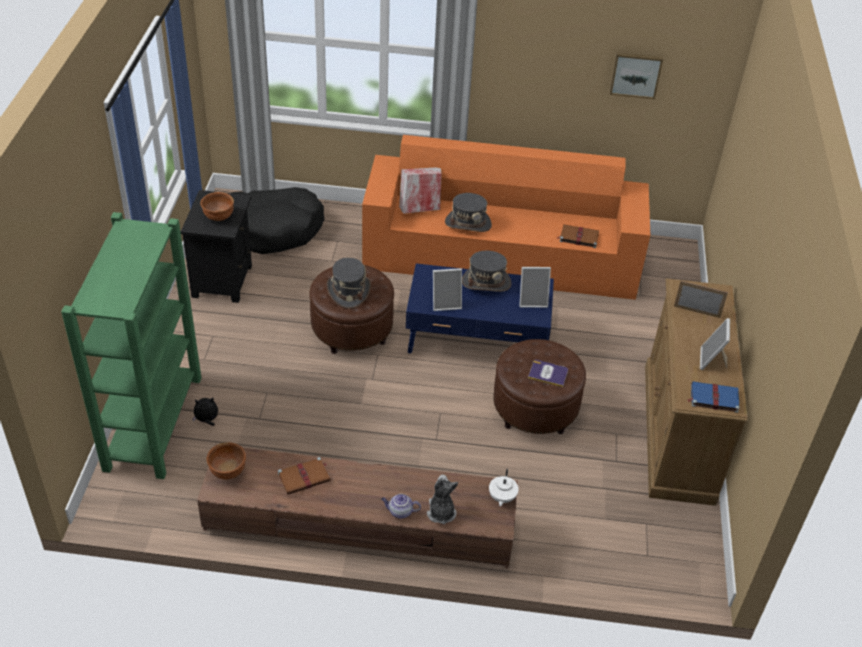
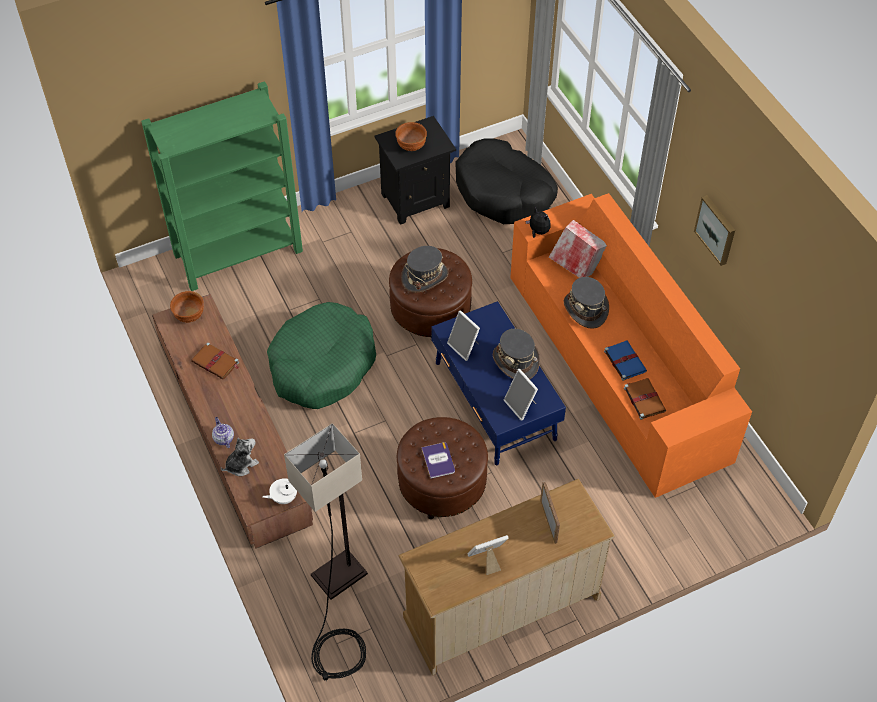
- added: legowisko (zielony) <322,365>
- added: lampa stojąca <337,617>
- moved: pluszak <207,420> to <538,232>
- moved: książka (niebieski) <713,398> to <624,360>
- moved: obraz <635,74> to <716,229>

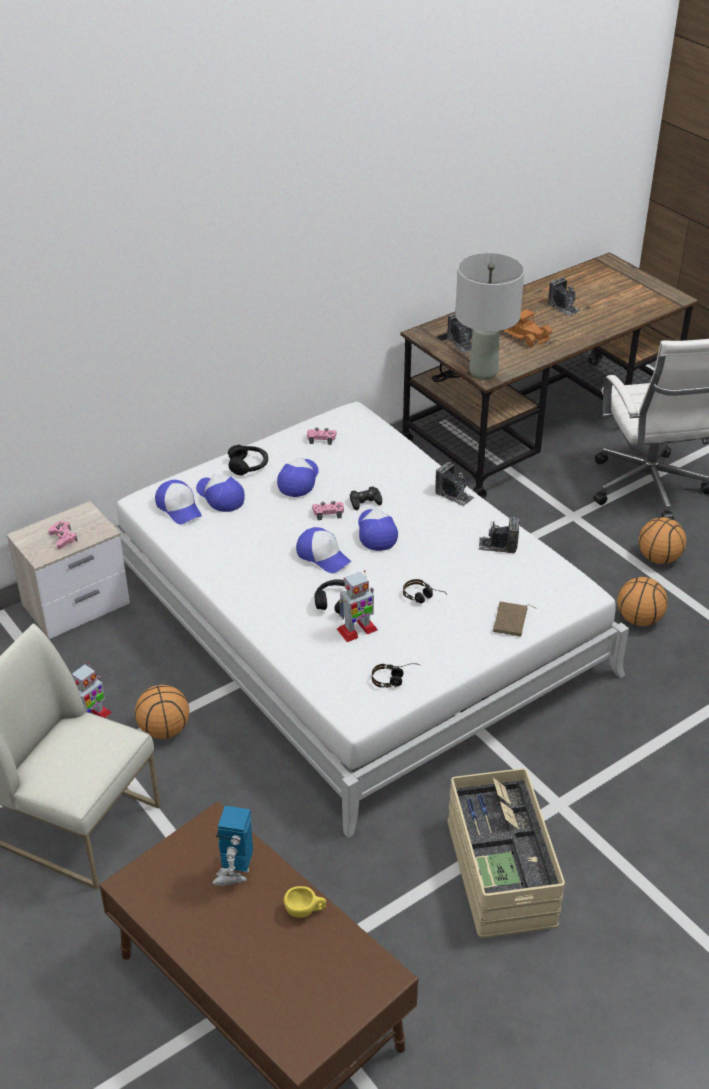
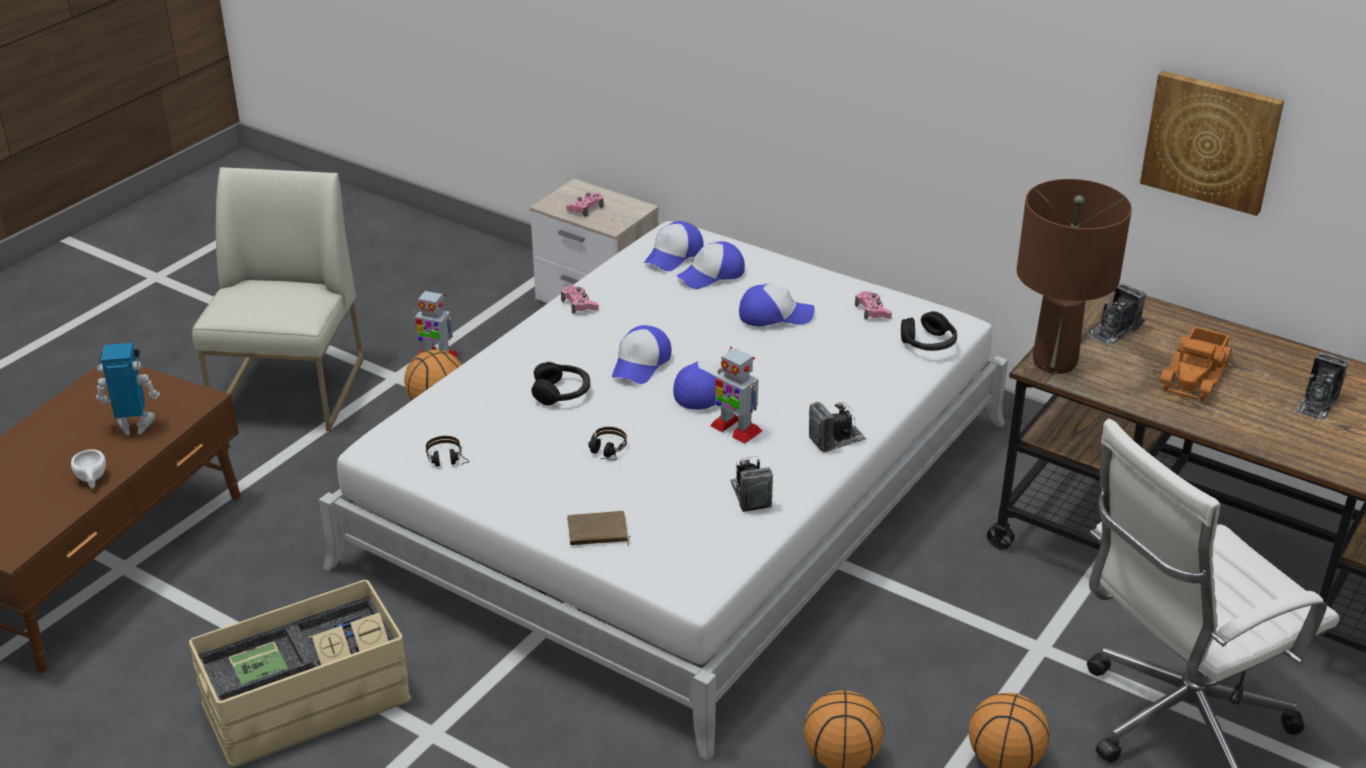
- recoloured: filiżanka (żółty) <305,910> to filiżanka (biały) <92,480>
- moved: pad do gier (różowy) <328,513> to <579,304>
- turned: czapka z daszkiem <220,497> = <711,274> 150 degrees counterclockwise
- moved: robot zabawkowy <357,630> to <735,428>
- turned: aparat fotograficzny <454,495> = <836,439> 135 degrees counterclockwise
- moved: słuchawki (czarny) <248,465> to <928,343>
- recoloured: lampa stołowa (szary) <482,372> to lampa stołowa (brązowy) <1054,361>
- added: obraz <1211,141>
- removed: pad do gier (czarny) <365,501>

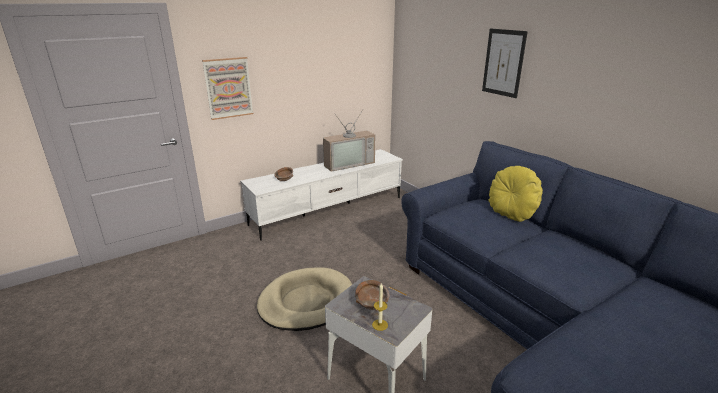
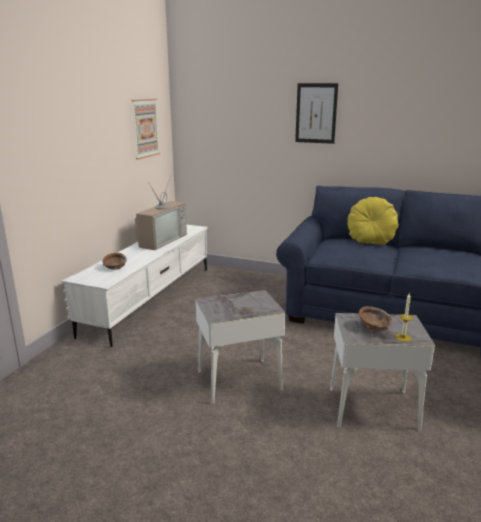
- moved: obraz <228,88> to <145,128>
- replaced: legowisko (beżowy) <306,302> to stolik <237,380>

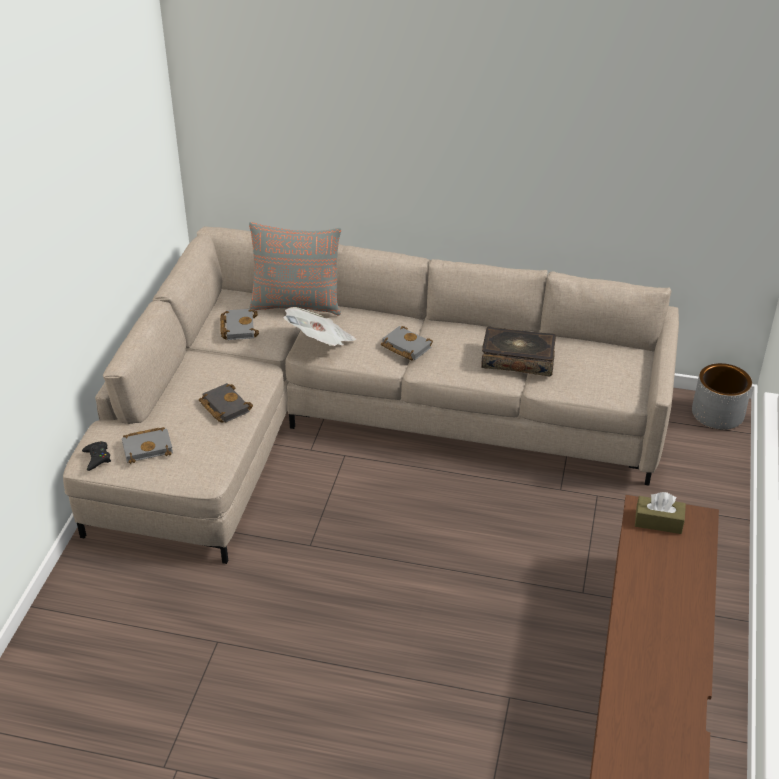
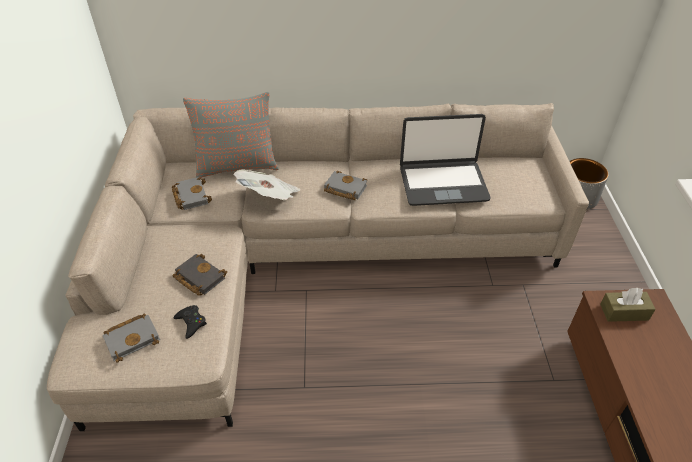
- moved: pad do gier (czarny) <97,458> to <191,323>
- replaced: książka <518,359> to laptop <443,183>

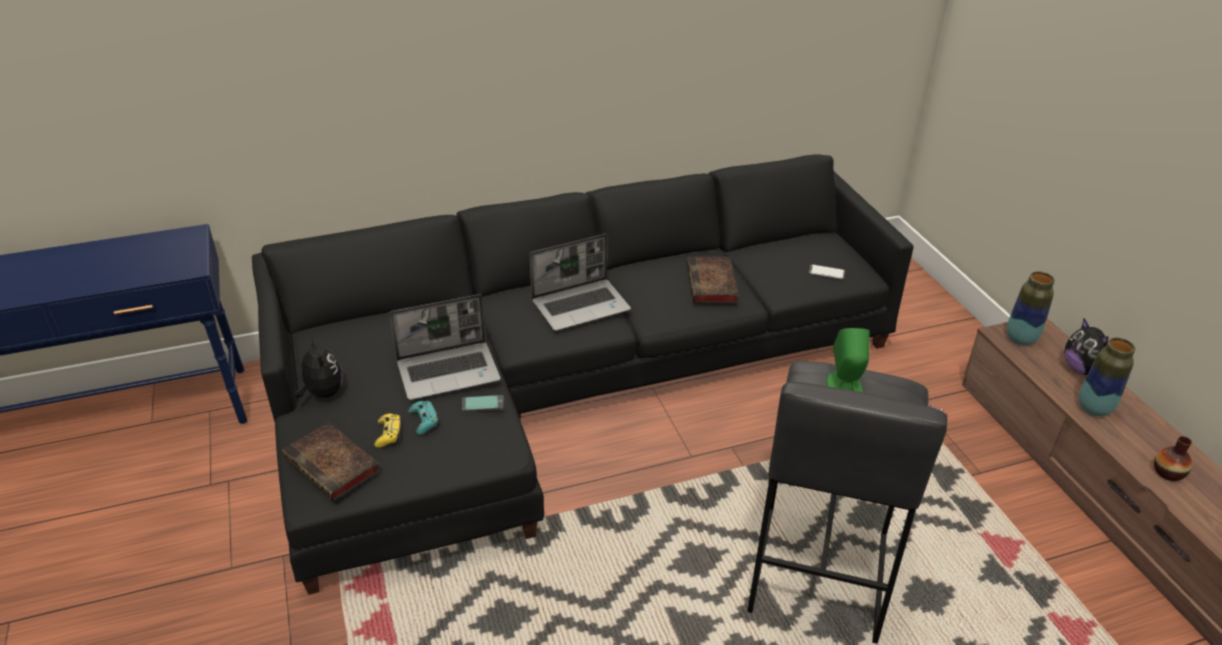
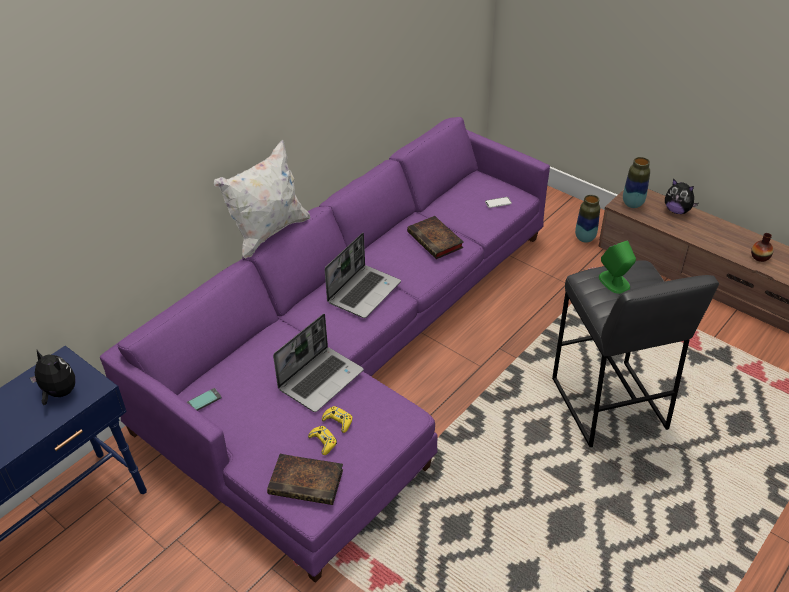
- moved: pluszak <322,393> to <58,393>
- recoloured: kanapa (czarny) <562,381> to kanapa (fioletowy) <354,353>
- moved: telefon <482,404> to <204,400>
- added: poduszka (biały) <268,233>
- recoloured: pad do gier (turkusowy) <424,420> to pad do gier (żółty) <338,421>
- moved: wazon <1094,408> to <585,238>

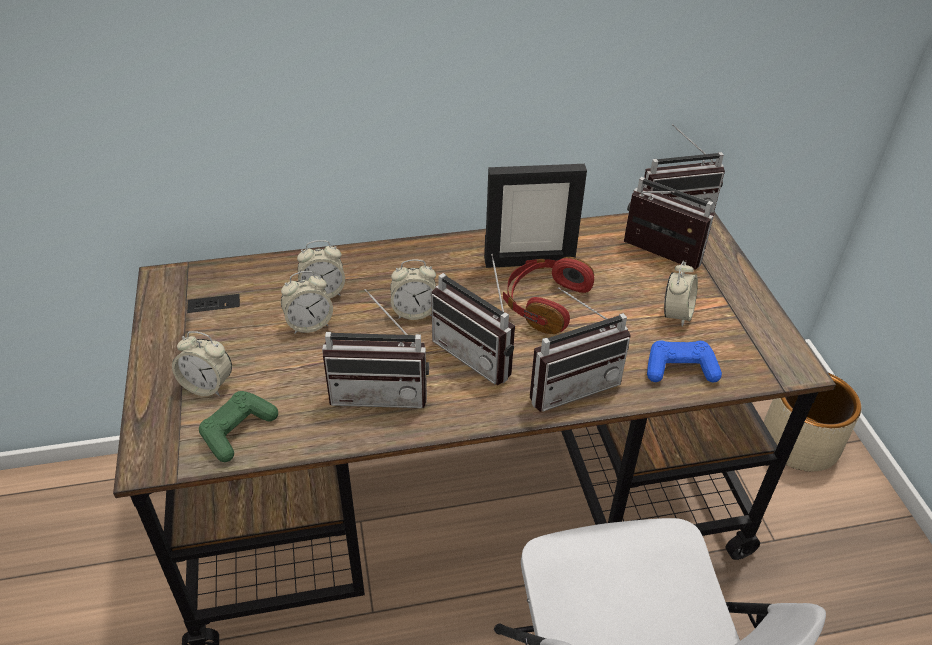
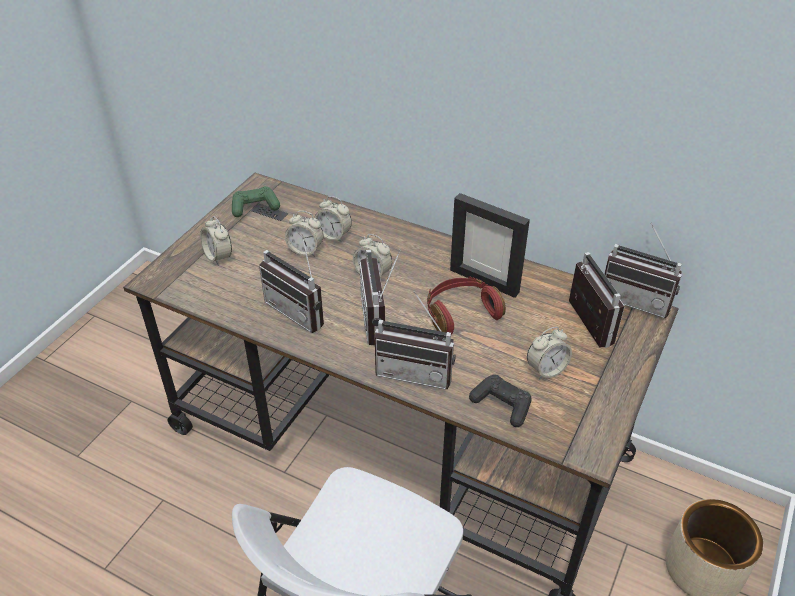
- moved: pad do gier (zielony) <238,431> to <255,207>
- recoloured: pad do gier (niebieski) <680,369> to pad do gier (czarny) <501,405>

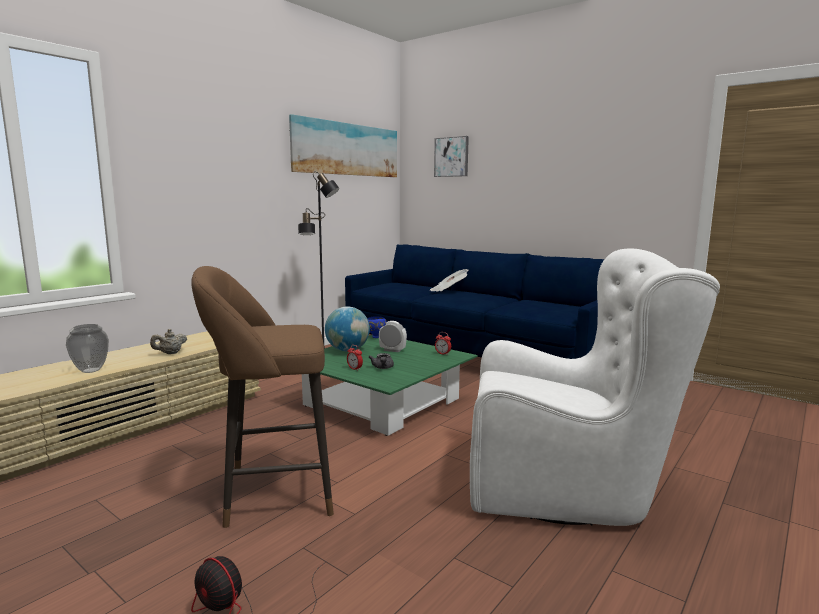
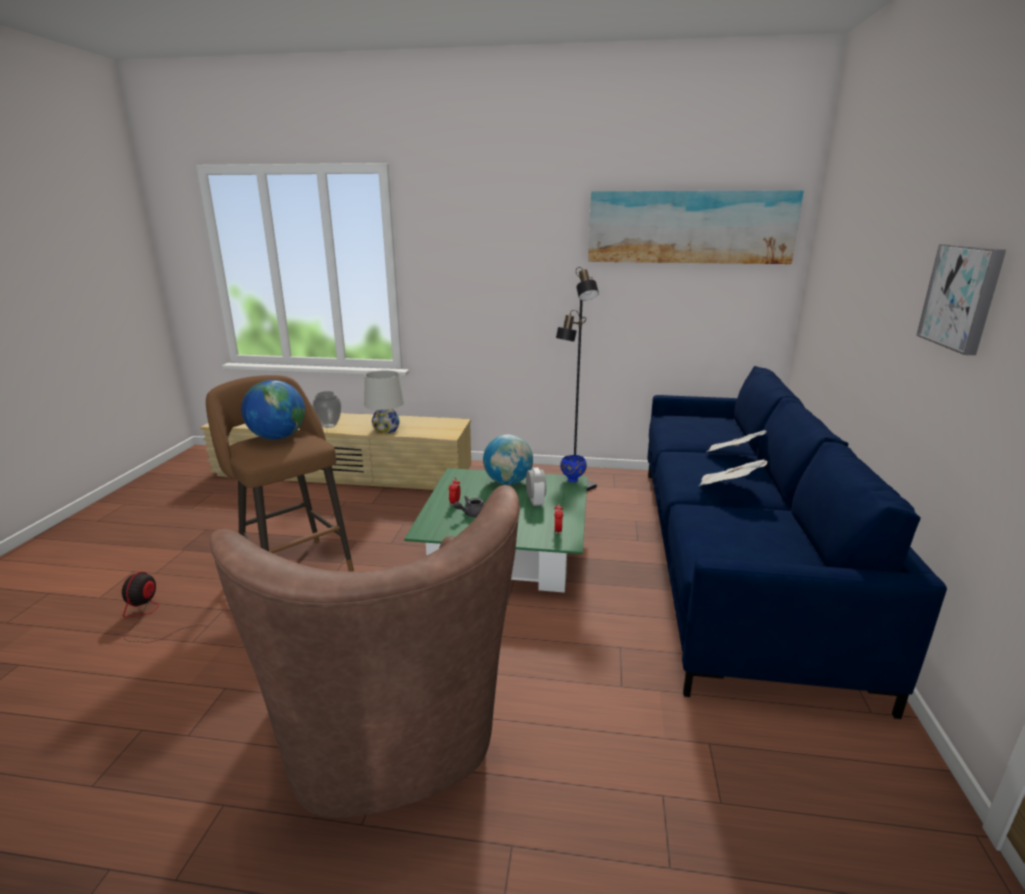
- recoloured: fotel (biały) <572,486> to fotel (brązowy) <389,740>
- added: globus <278,437>
- replaced: imbryk (beżowy) <170,353> to lampa stołowa (biały) <386,430>
- added: gazeta <728,488>
- moved: obraz <452,157> to <962,297>

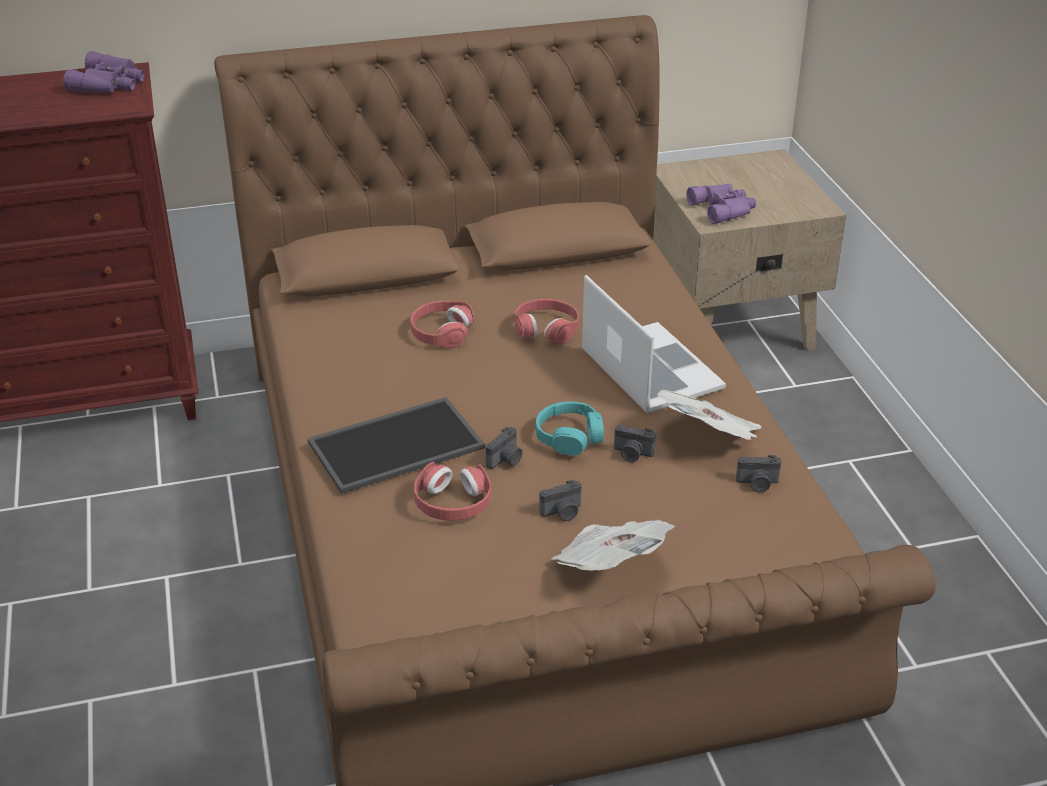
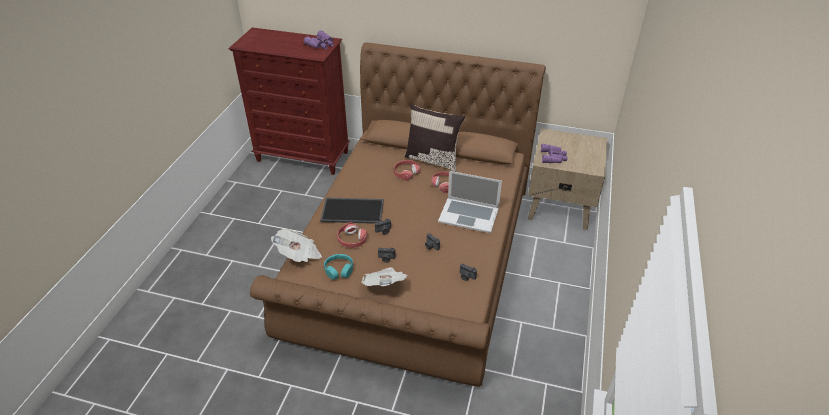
- moved: gazeta <710,438> to <299,255>
- moved: słuchawki (turkusowy) <569,437> to <339,270>
- added: poduszka <433,160>
- turned: laptop <650,368> = <469,215> 105 degrees clockwise

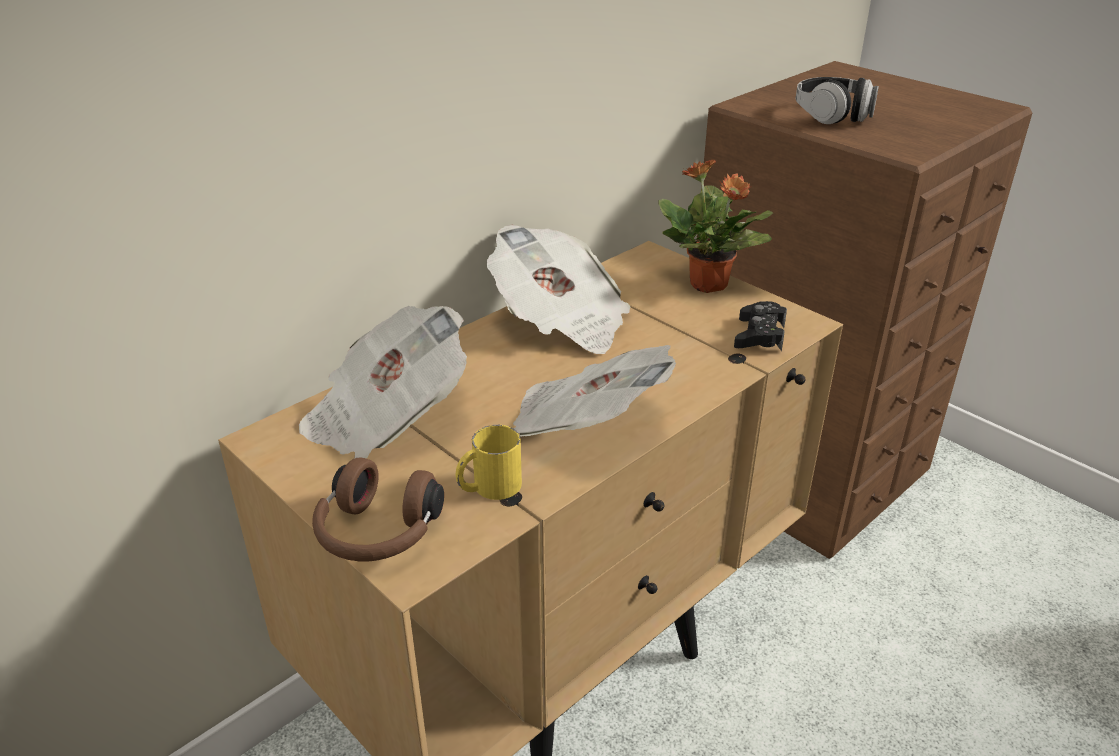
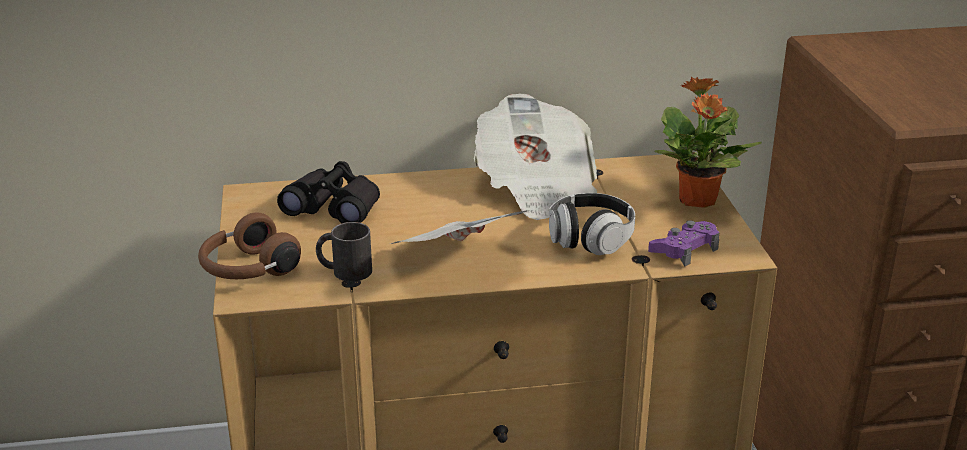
- replaced: gazeta <386,417> to lornetka (czarny) <334,207>
- recoloured: kubek (żółty) <488,487> to kubek (czarny) <344,271>
- moved: słuchawki <833,116> to <590,239>
- recoloured: pad do gier (czarny) <759,335> to pad do gier (fioletowy) <684,249>

